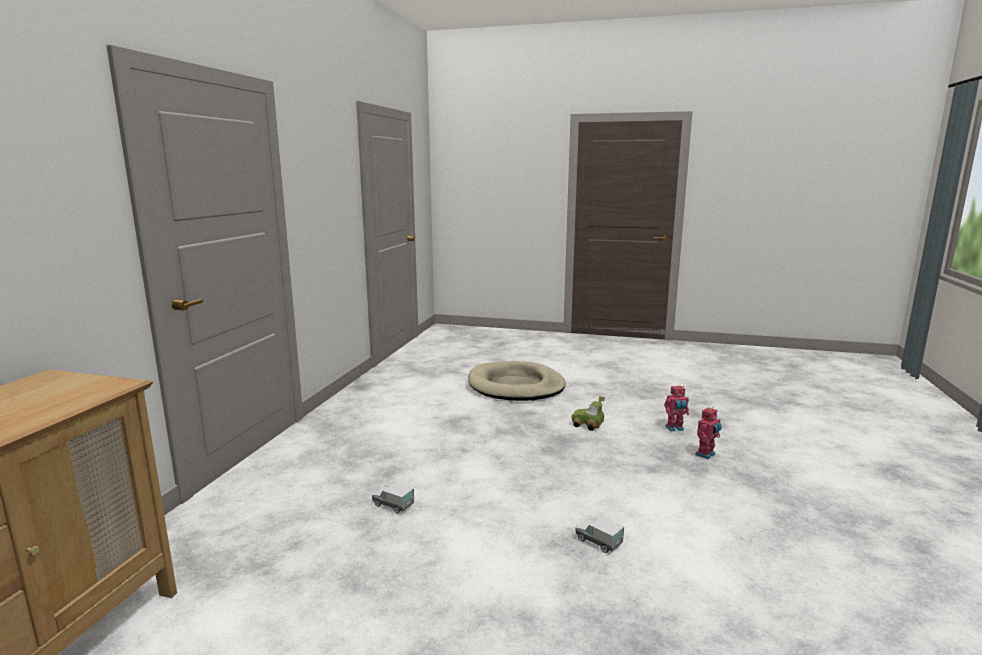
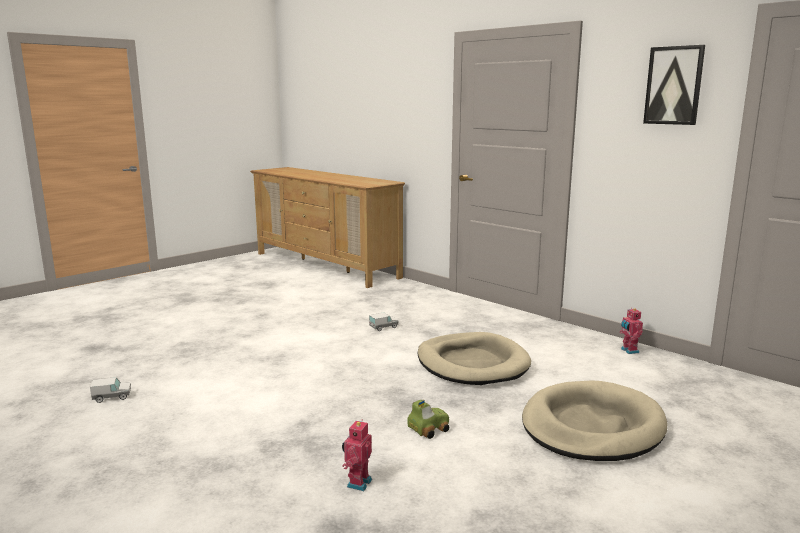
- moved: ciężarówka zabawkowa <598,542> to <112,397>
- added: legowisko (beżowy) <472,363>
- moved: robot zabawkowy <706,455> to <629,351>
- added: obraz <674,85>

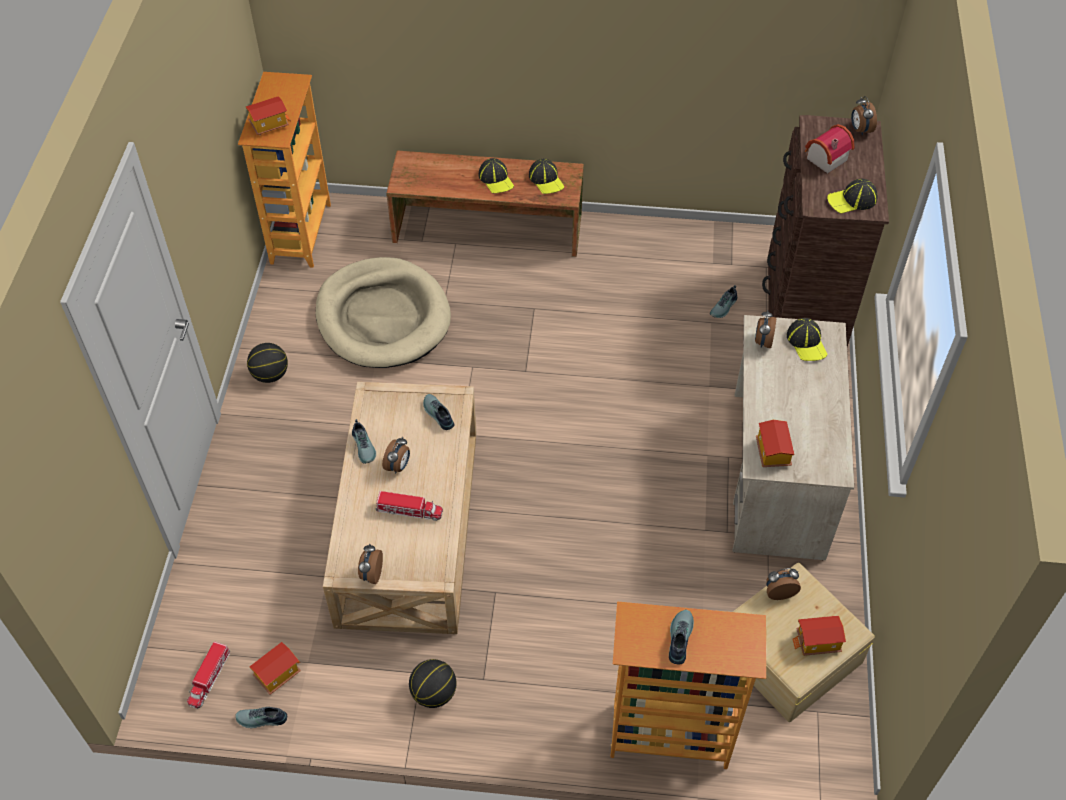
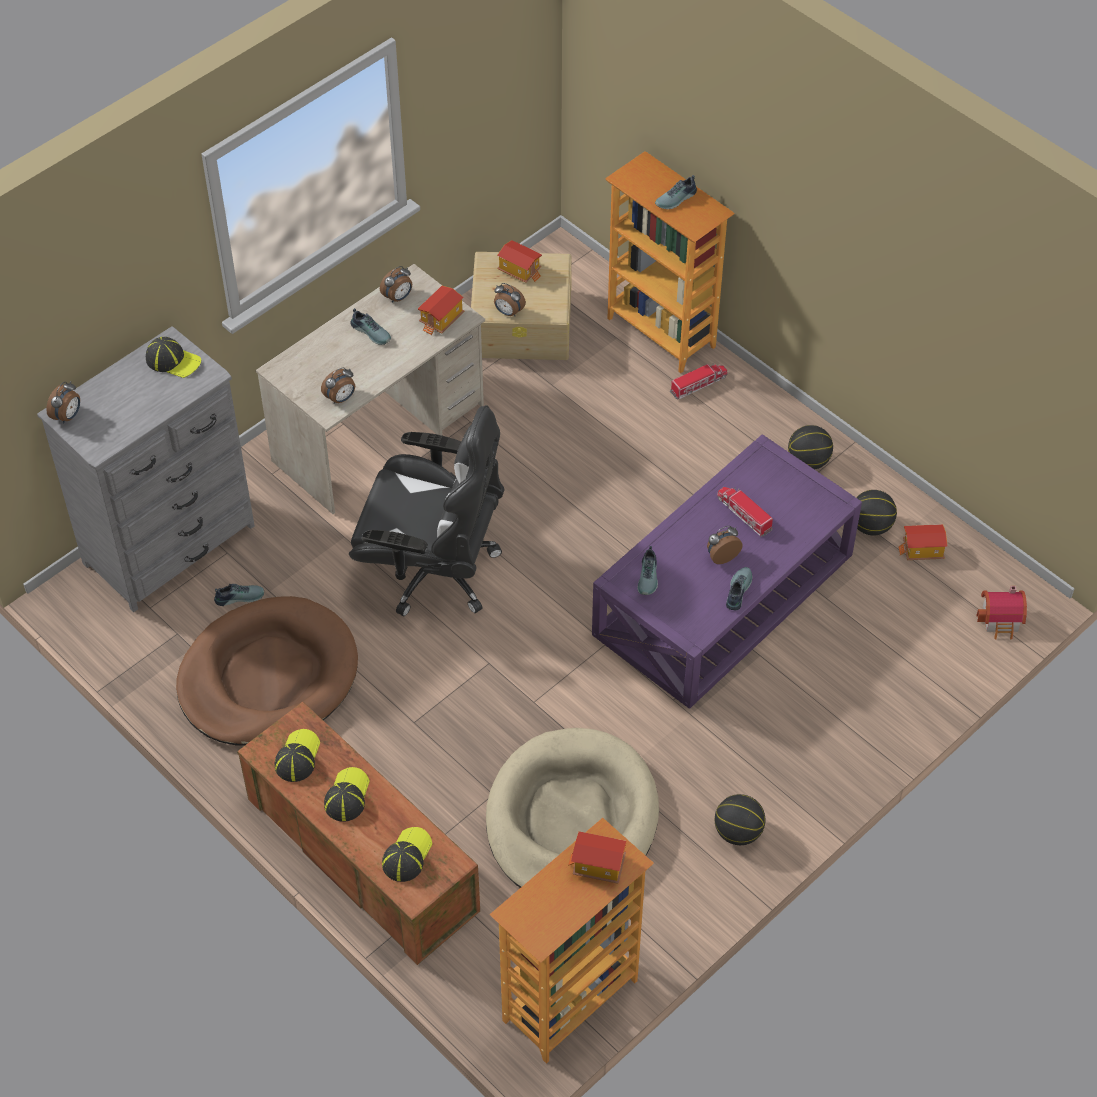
- recoloured: komoda (brązowy) <803,307> to komoda (szary) <171,546>
- added: legowisko (brązowy) <268,677>
- added: krzesło biurowe (czarny) <430,570>
- moved: but <261,720> to <372,332>
- moved: budzik <371,574> to <398,297>
- moved: czapka z daszkiem <806,343> to <407,855>
- recoloured: ława (beżowy) <407,525> to ława (fioletowy) <725,595>
- moved: ciężarówka zabawkowa <209,678> to <698,384>
- added: piłka do koszykówki <871,526>
- moved: domek <824,158> to <1001,621>

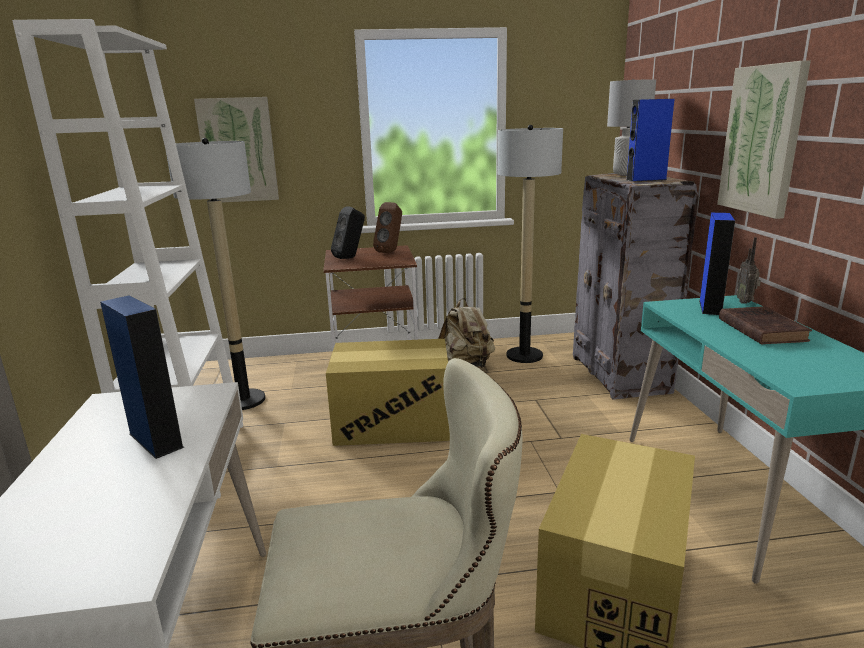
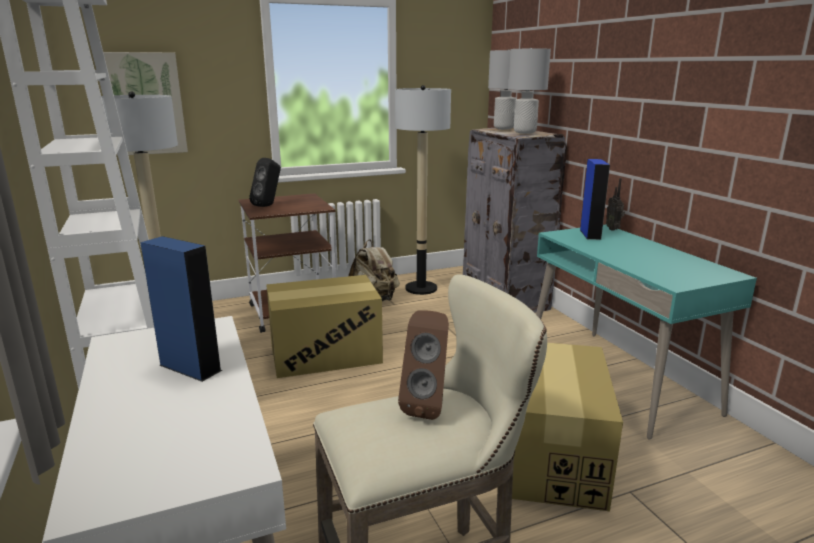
- moved: głośnik (brązowy) <391,252> to <428,405>
- replaced: głośnik (niebieski) <646,179> to lampa stołowa (szary) <525,133>
- removed: obraz <762,140>
- removed: książka (brązowy) <760,329>

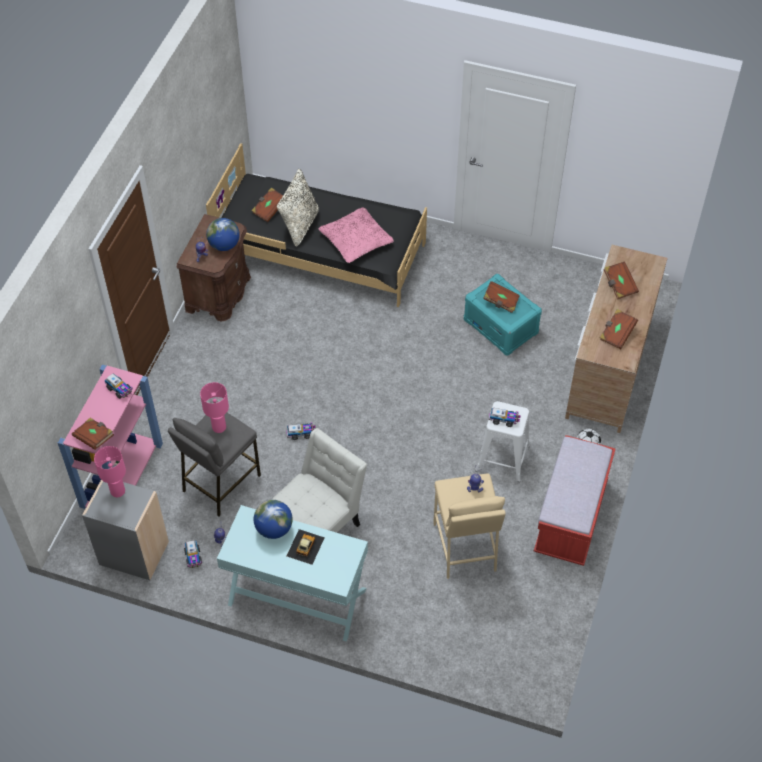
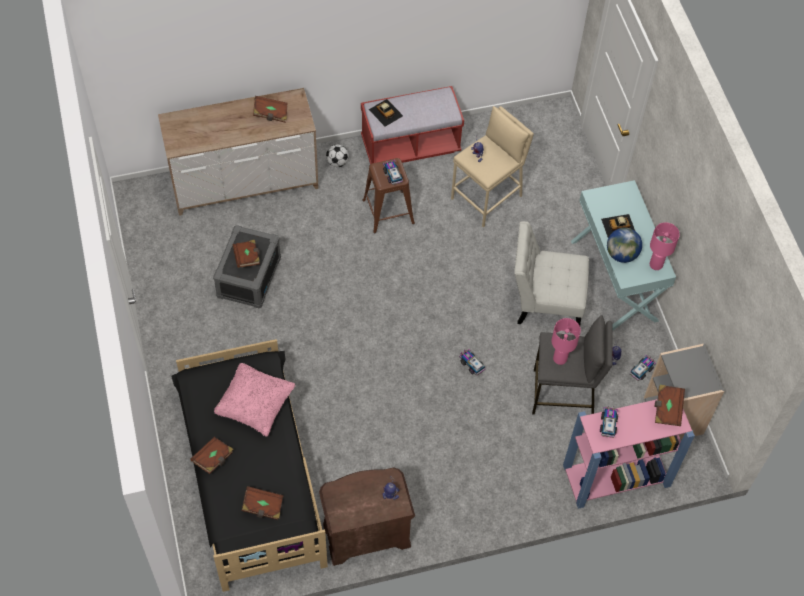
- moved: książka (brązowy) <619,285> to <213,459>
- recoloured: pojemnik do przechowywania (turkusowy) <501,326> to pojemnik do przechowywania (szary) <248,276>
- recoloured: stołek (biały) <502,458> to stołek (brązowy) <388,211>
- added: samochodzik <386,112>
- moved: lampa stołowa (różowy) <118,491> to <656,264>
- removed: globus <224,245>
- removed: poduszka (beżowy) <300,226>

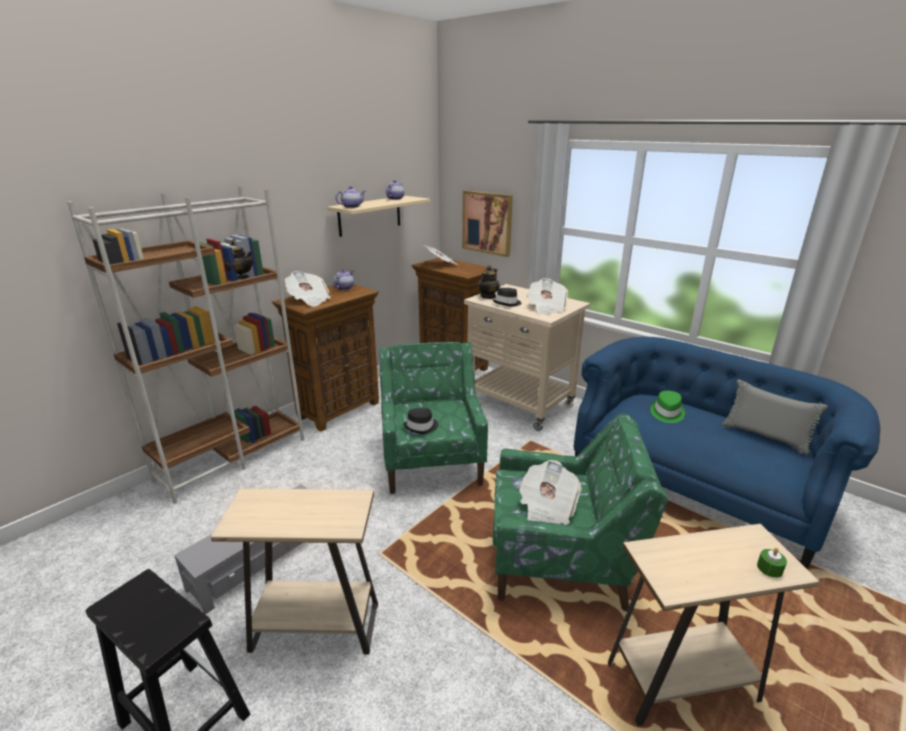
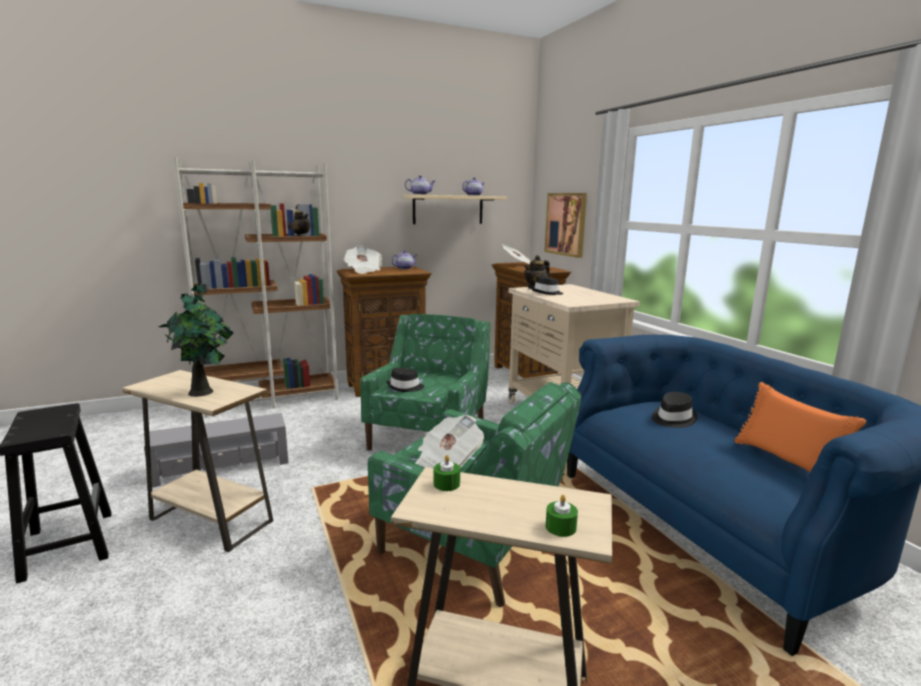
- added: roślina doniczkowa <203,392>
- added: świeca (zielony) <446,484>
- recoloured: kapelusz (zielony) <666,413> to kapelusz (czarny) <672,418>
- recoloured: poduszka (szary) <765,437> to poduszka (pomarańczowy) <787,462>
- removed: gazeta <546,308>

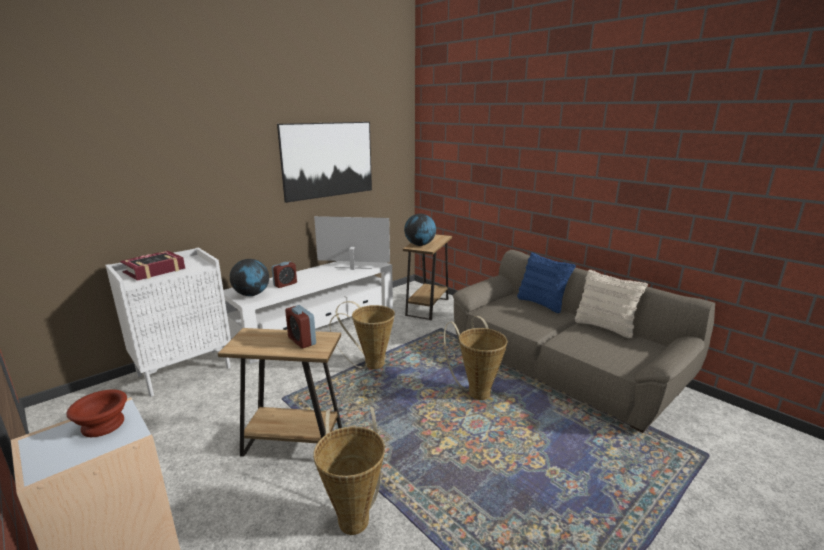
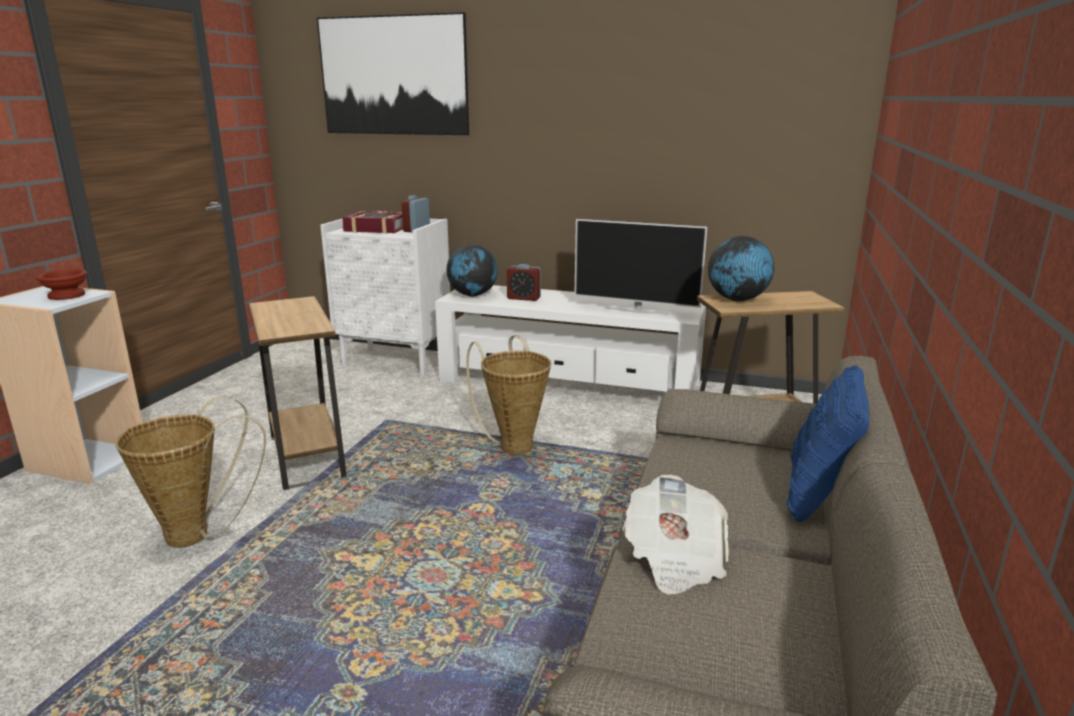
- moved: obraz <328,160> to <393,76>
- moved: budzik <302,341> to <416,230>
- turned: telewizor <353,268> = <636,310> 135 degrees clockwise
- added: gazeta <674,559>
- removed: koszyk <476,391>
- removed: poduszka (beżowy) <605,327>

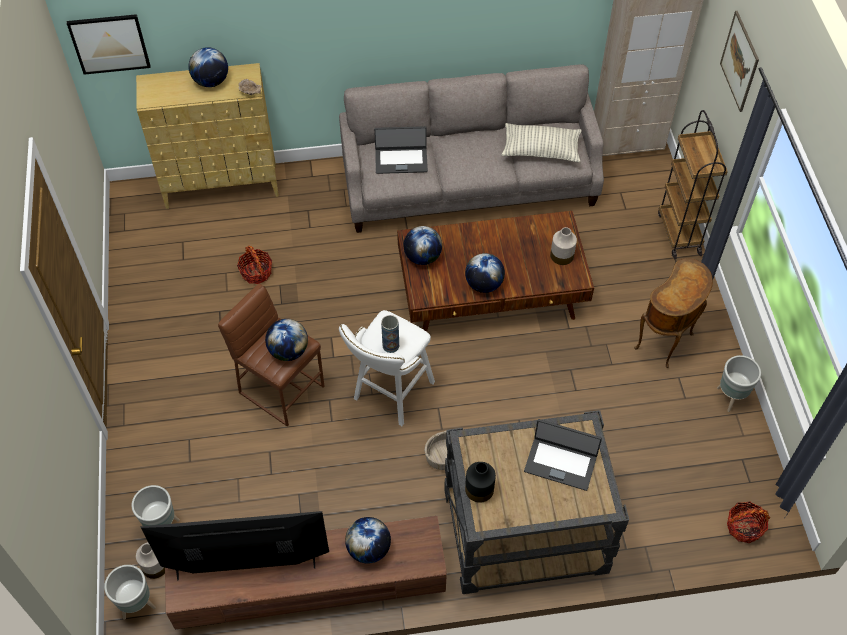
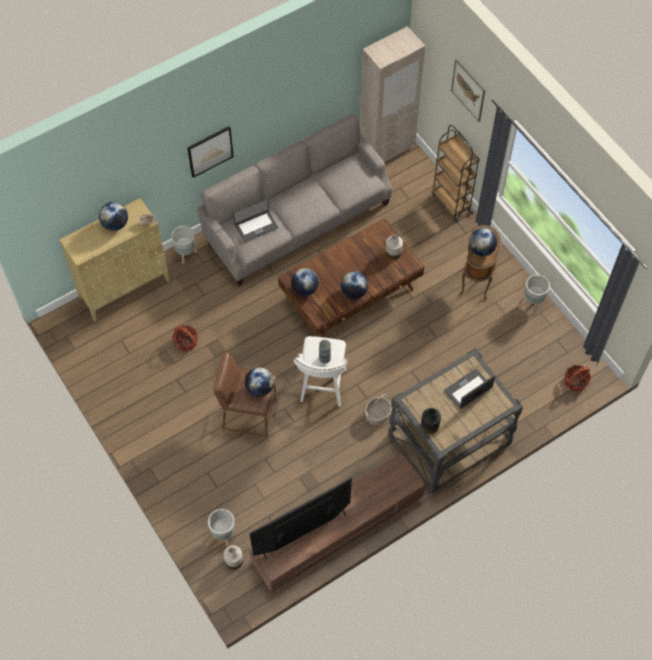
- moved: donica (szary) <138,604> to <186,254>
- moved: obraz <109,43> to <210,151>
- turned: laptop <560,463> = <468,389> 150 degrees clockwise
- moved: globus <369,549> to <481,249>
- removed: poduszka <541,150>

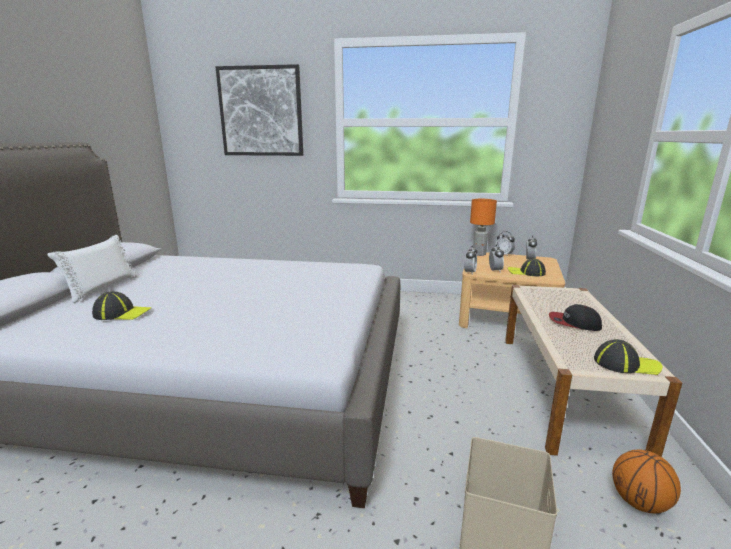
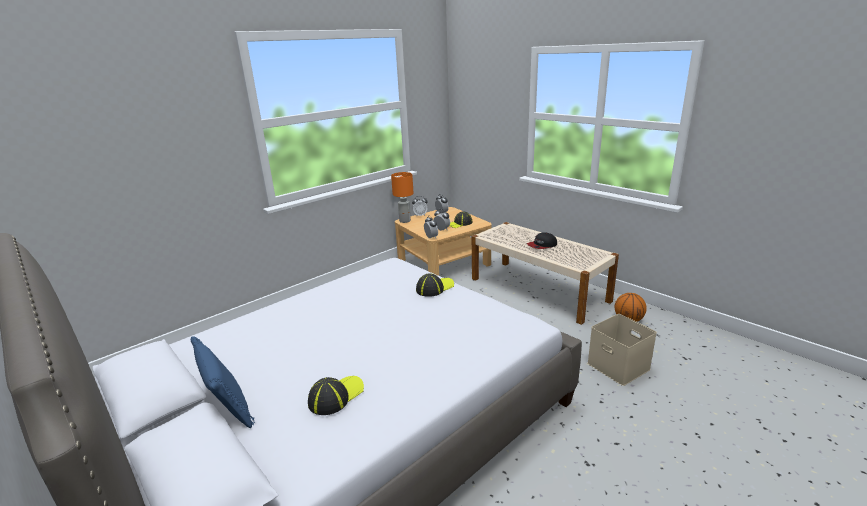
- recoloured: poduszka (biały) <102,288> to poduszka (niebieski) <227,404>
- moved: czapka z daszkiem <625,364> to <434,288>
- removed: obraz <261,112>

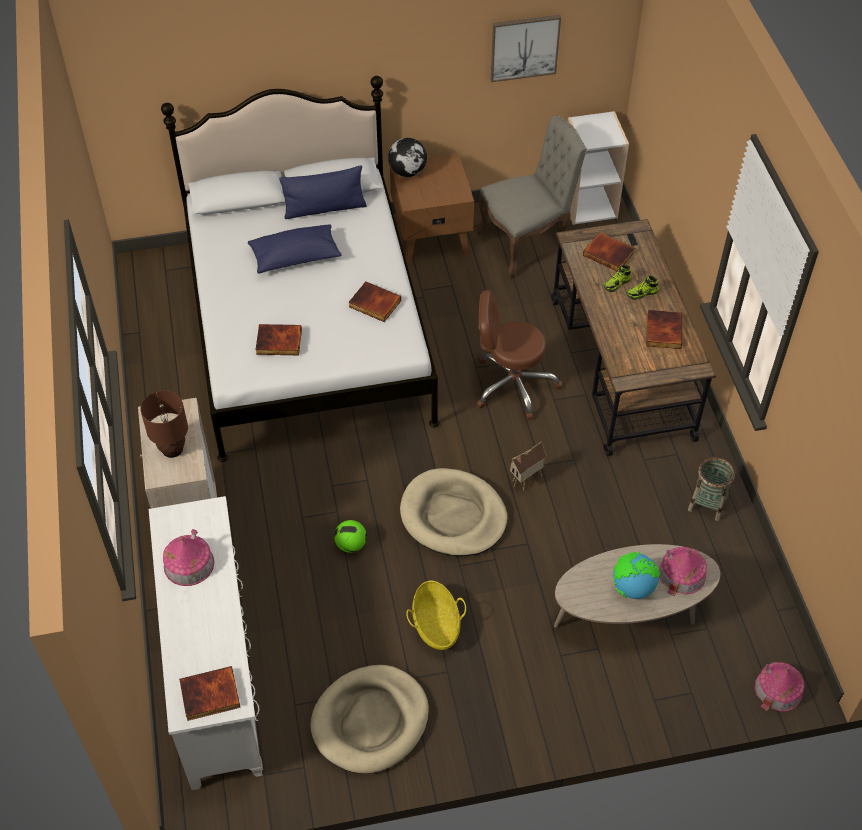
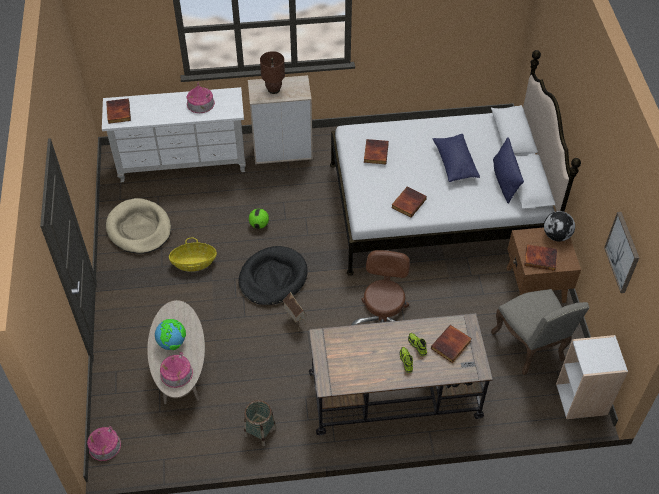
- recoloured: legowisko (beżowy) <453,516> to legowisko (czarny) <273,278>
- moved: książka <662,331> to <540,258>

